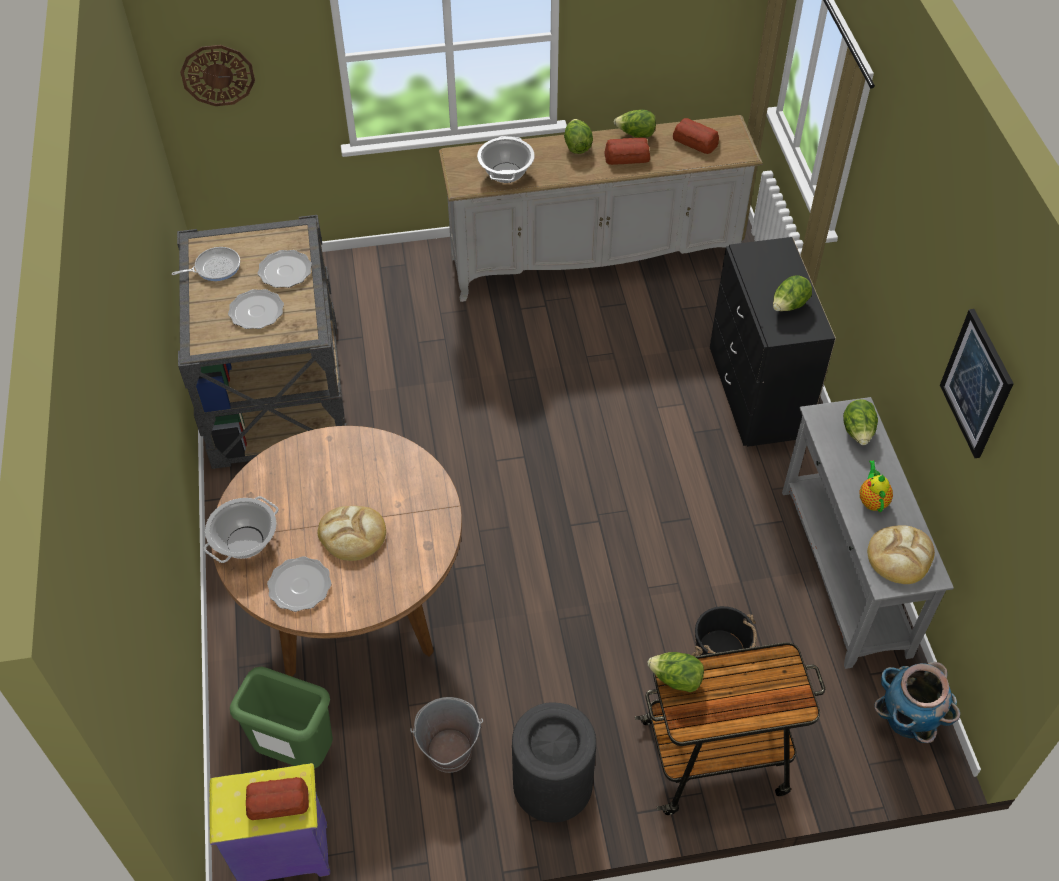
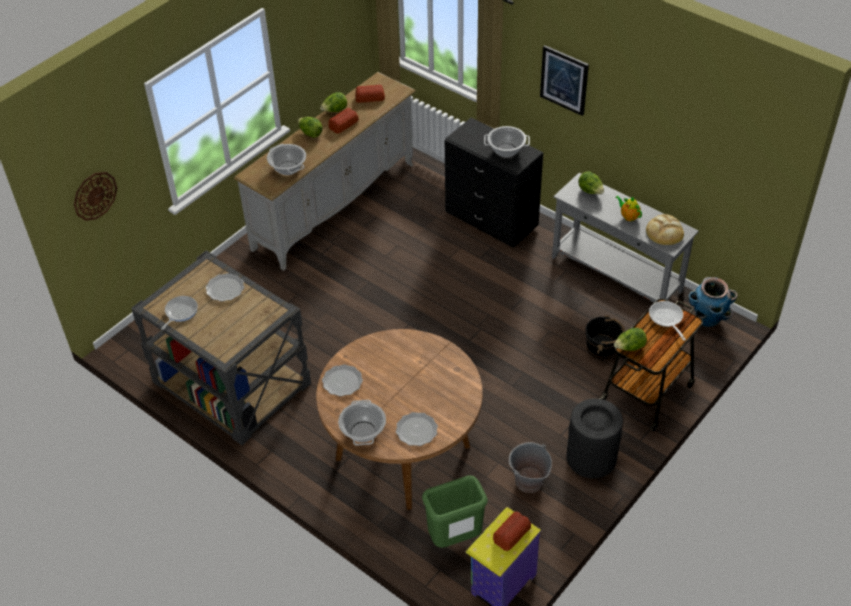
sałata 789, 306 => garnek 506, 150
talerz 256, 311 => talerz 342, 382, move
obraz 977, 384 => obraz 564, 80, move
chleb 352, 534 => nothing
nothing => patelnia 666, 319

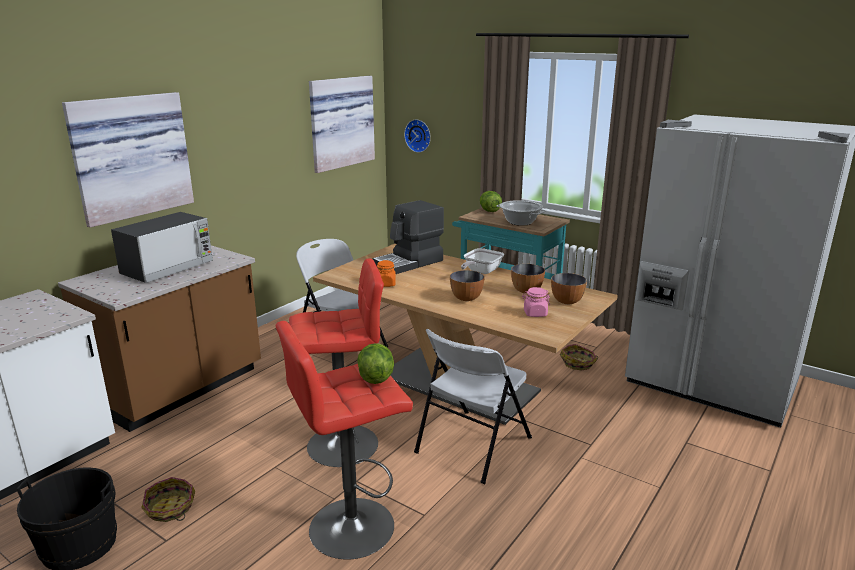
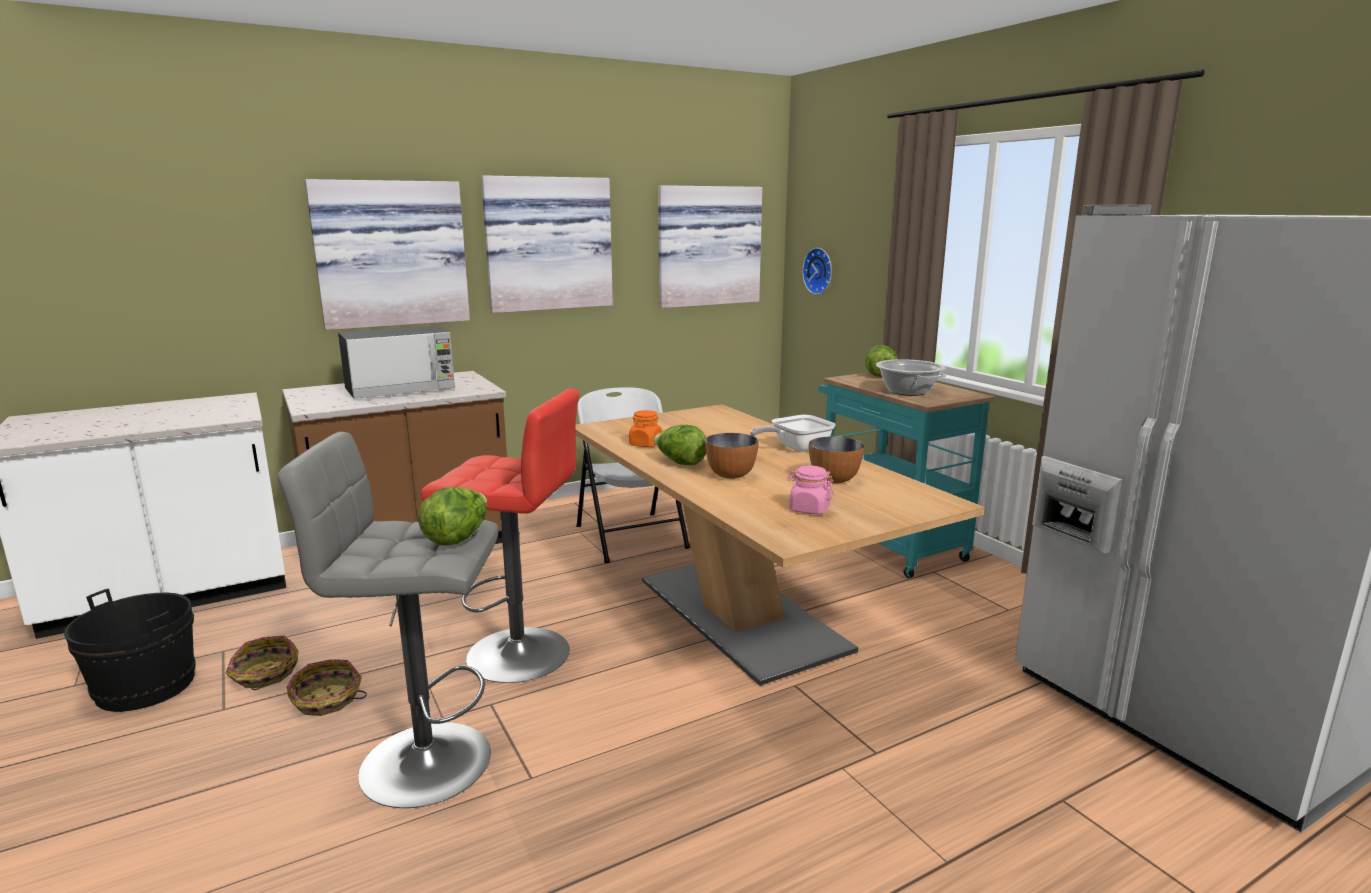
ekspres do kawy 409, 262 => nothing
miska 567, 301 => nothing
stołek (czerwony) 350, 527 => stołek (szary) 425, 762
krzesło (biały) 473, 445 => nothing
koszyk 578, 363 => koszyk 327, 700, move
nothing => obraz 548, 244
nothing => sałata 680, 463

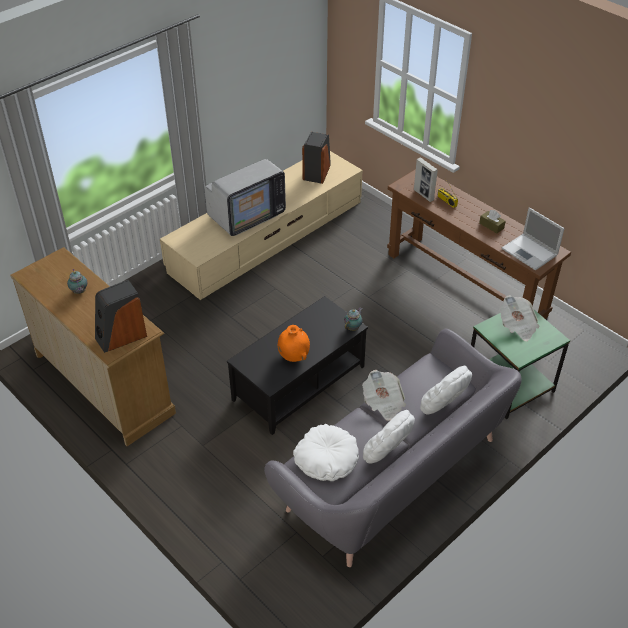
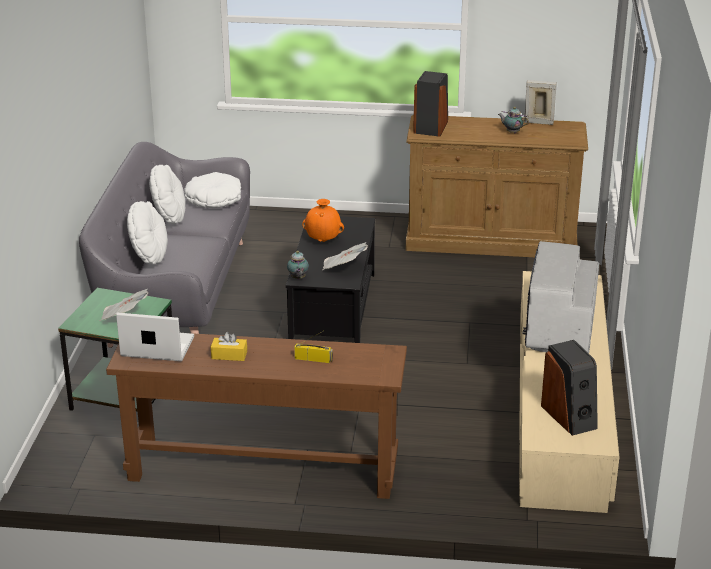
ramka na zdjęcie 423, 195 => ramka na zdjęcie 538, 123, move
pudełko chusteczek (brązowy) 491, 226 => pudełko chusteczek (żółty) 229, 355
gazeta 383, 403 => gazeta 343, 267, move

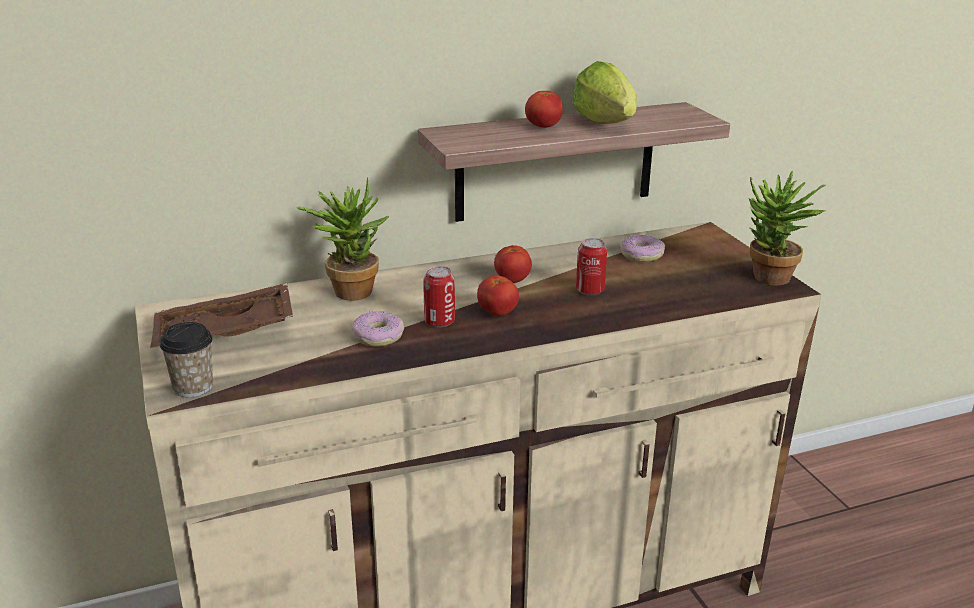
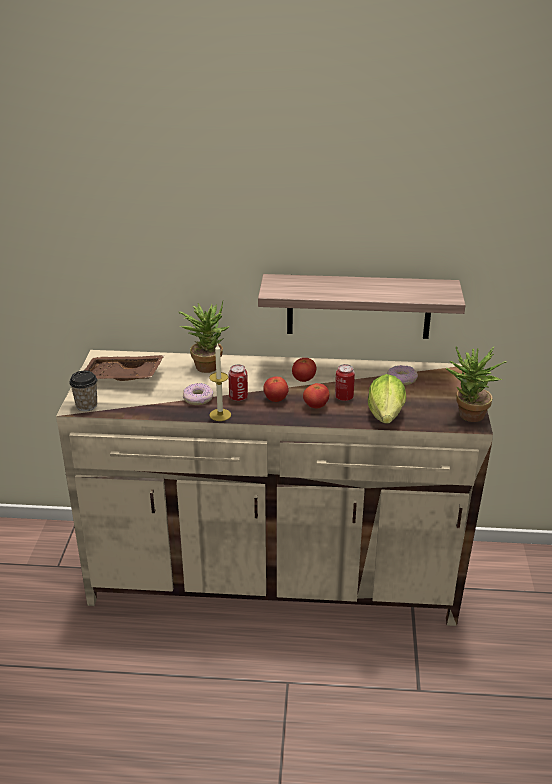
sałata 607, 125 => sałata 385, 418, move
pomidor 543, 127 => pomidor 315, 406, move
nothing => świeca 220, 415

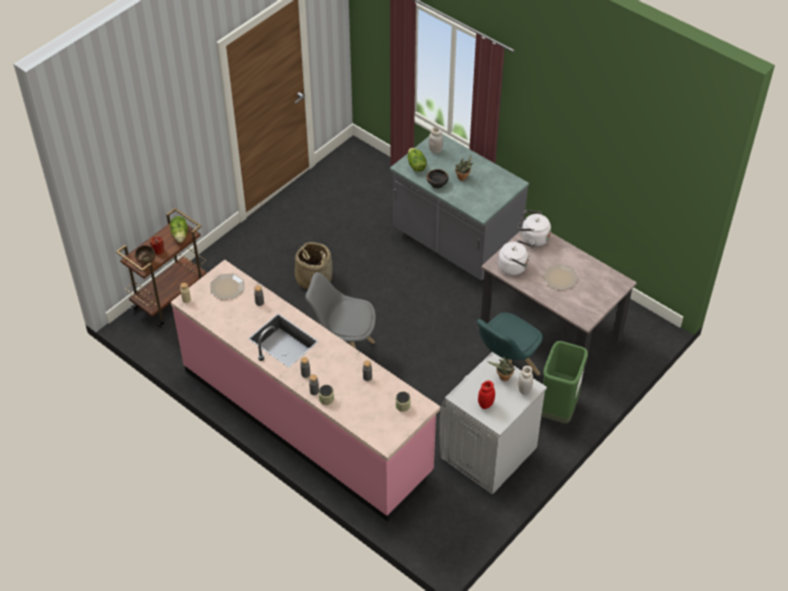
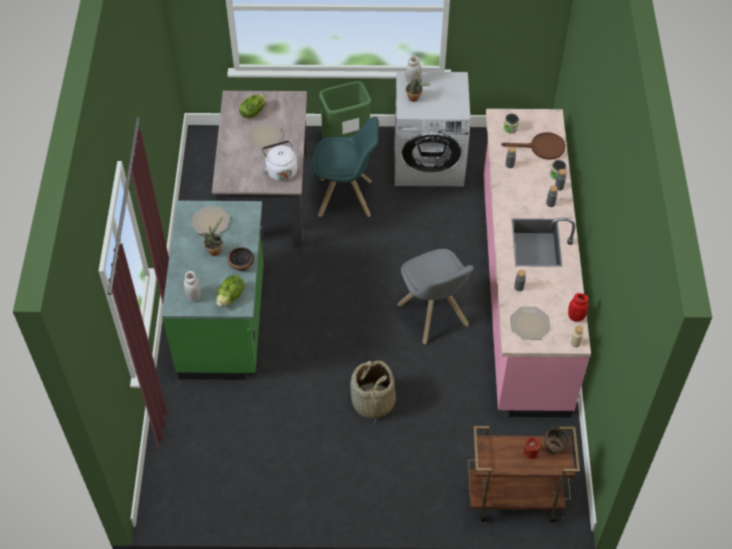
zabudowa kuchenna (szary) 455, 243 => zabudowa kuchenna (zielony) 224, 323
czajnik (biały) 532, 238 => nothing
sałata 180, 234 => sałata 253, 112, move
słoik (czerwony) 485, 404 => słoik (czerwony) 576, 317, move
nothing => patelnia (brązowy) 542, 148
nothing => talerz 211, 221

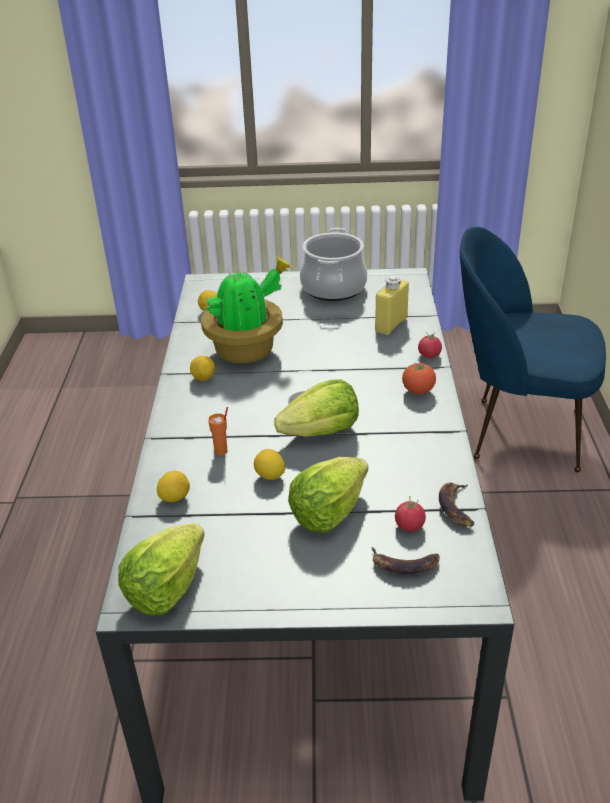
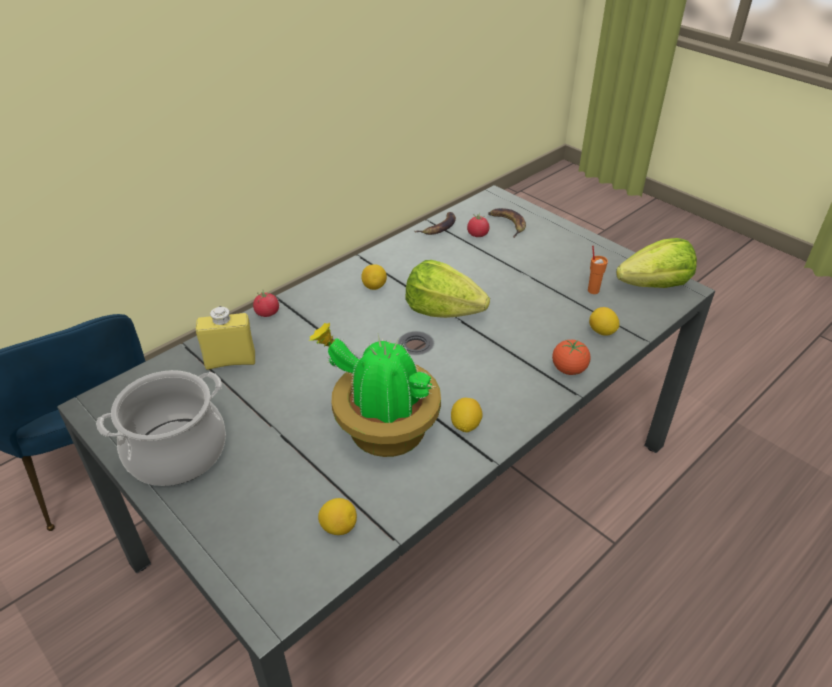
pomidor 418, 391 => pomidor 568, 369, move
filiżanka (pomarańczowy) 221, 451 => filiżanka (pomarańczowy) 593, 290, move
cytryna 270, 476 => cytryna 374, 287, move
sałata 328, 512 => nothing

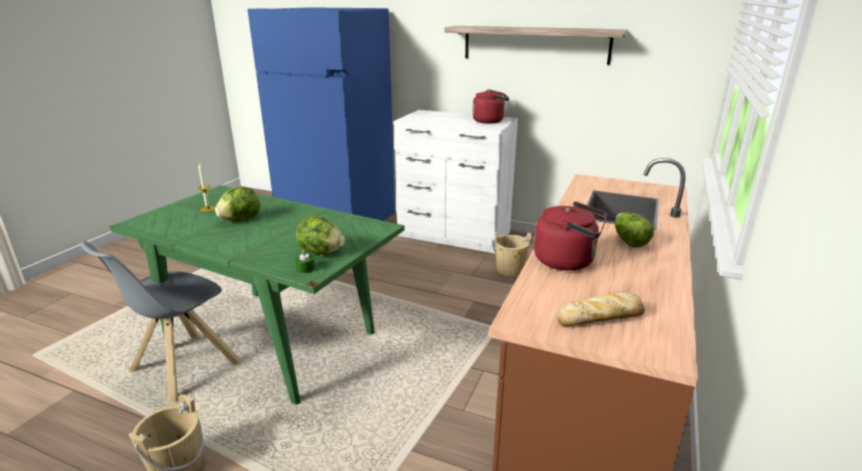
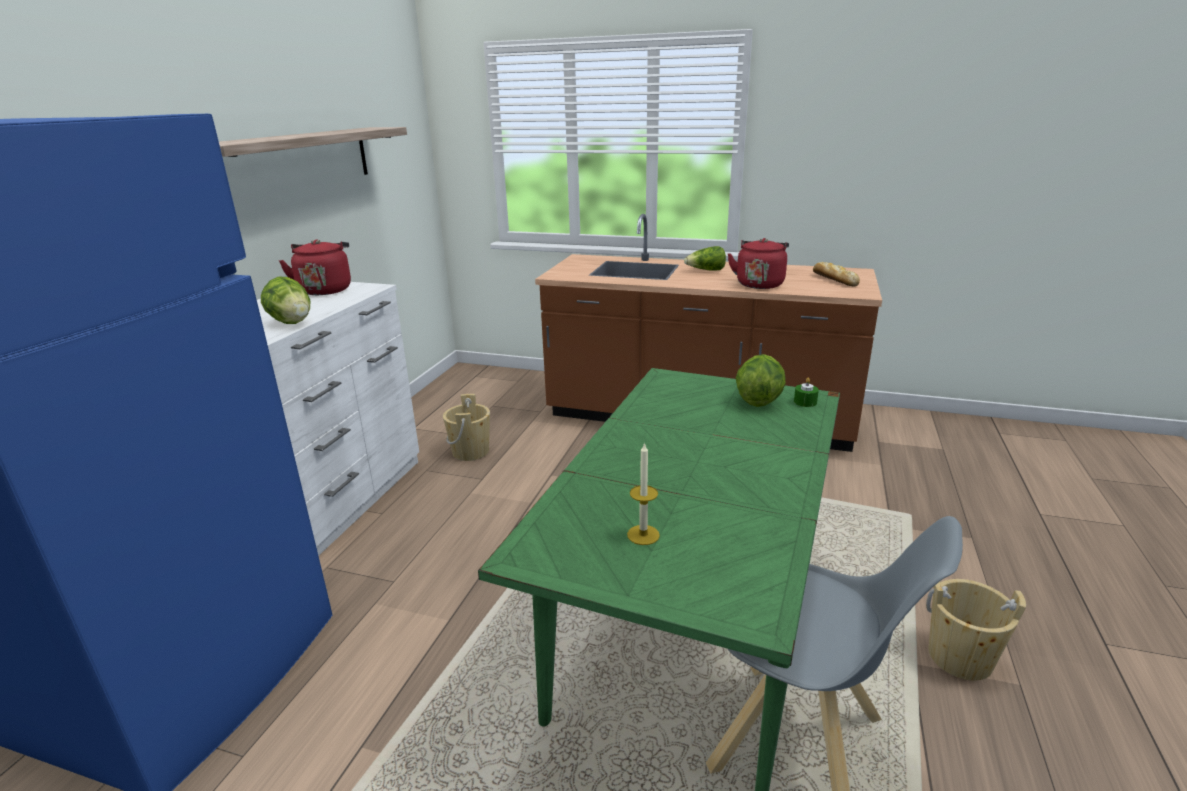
sałata 240, 219 => sałata 292, 322, move

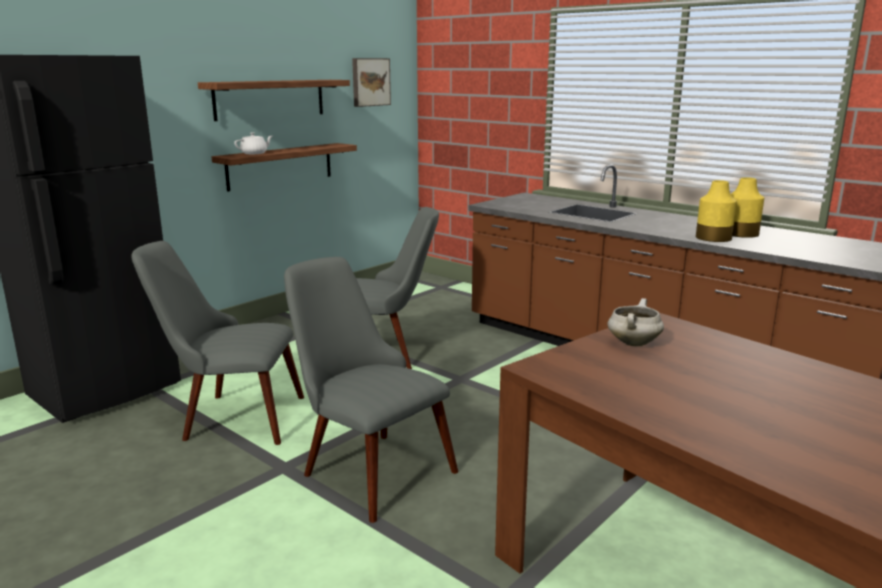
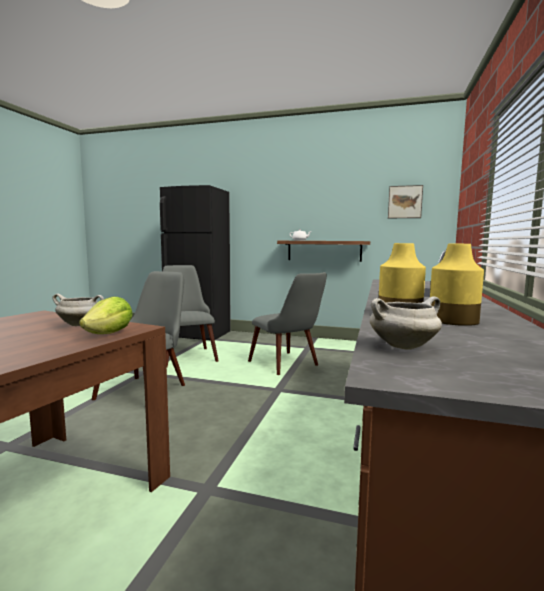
półka 270, 99 => nothing
nothing => garnek (biały) 403, 346
nothing => sałata 110, 333

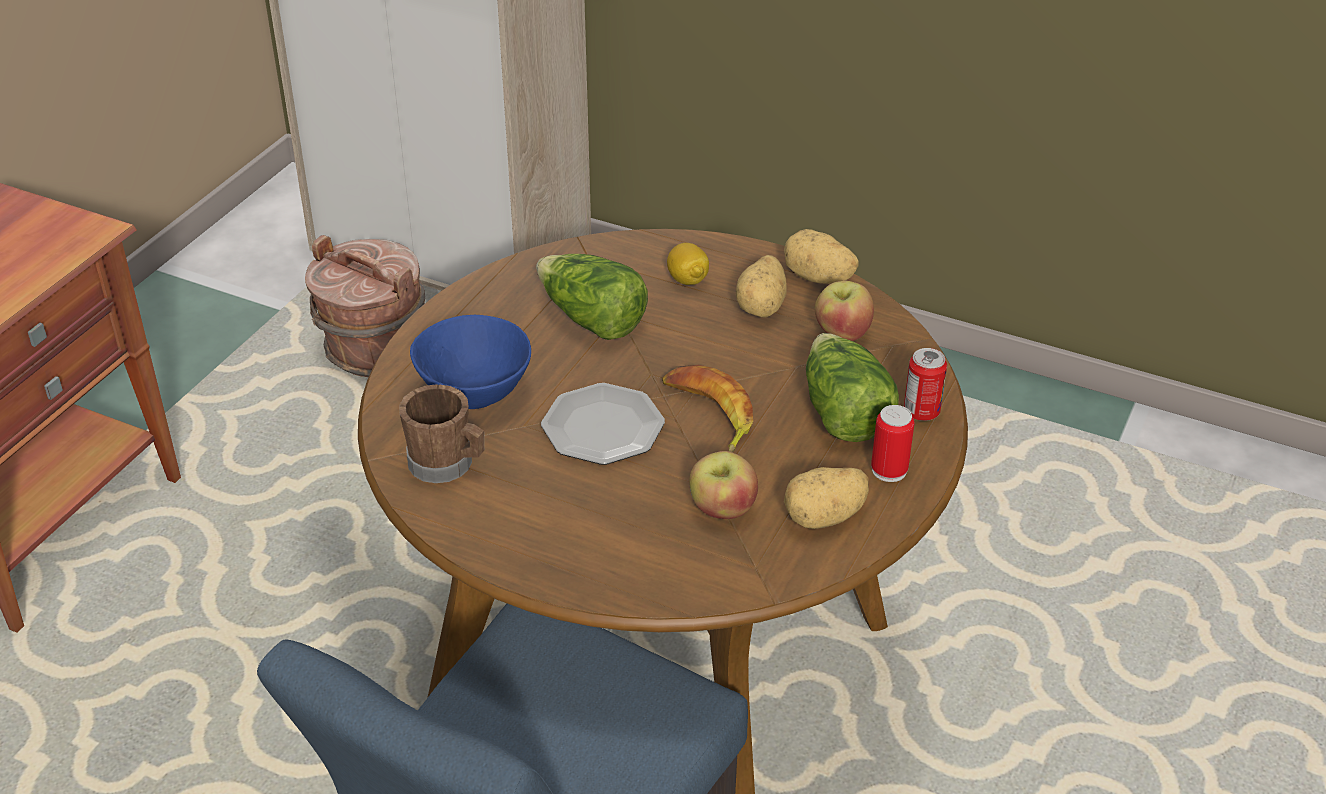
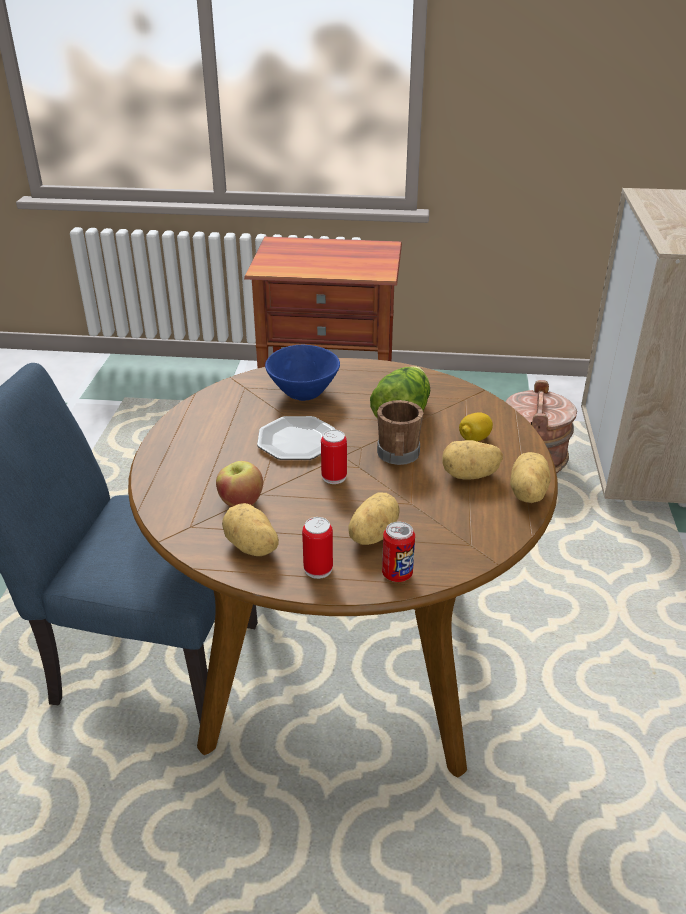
jabłko 842, 333 => nothing
sałata 842, 413 => ziemniak 371, 535
banan 708, 414 => puszka 334, 477
kubek (brązowy) 447, 465 => kubek (brązowy) 398, 456, move

